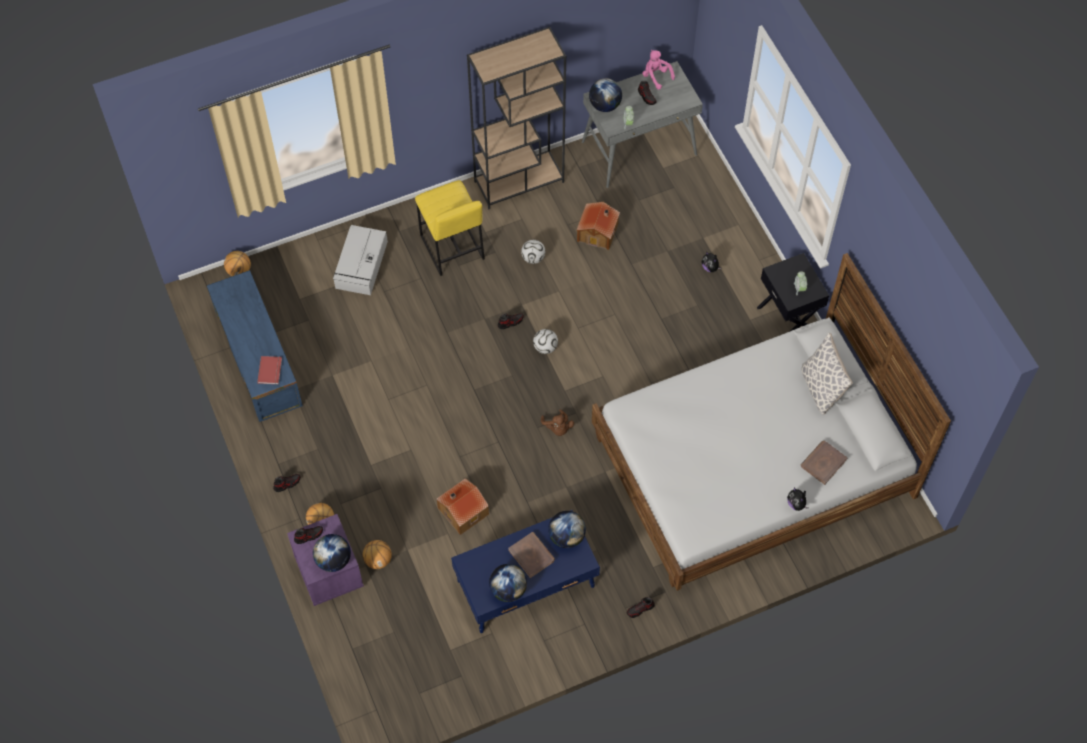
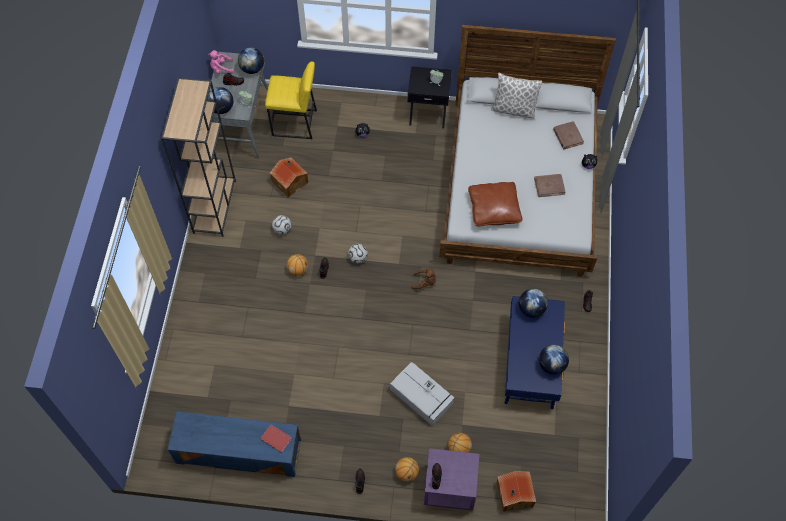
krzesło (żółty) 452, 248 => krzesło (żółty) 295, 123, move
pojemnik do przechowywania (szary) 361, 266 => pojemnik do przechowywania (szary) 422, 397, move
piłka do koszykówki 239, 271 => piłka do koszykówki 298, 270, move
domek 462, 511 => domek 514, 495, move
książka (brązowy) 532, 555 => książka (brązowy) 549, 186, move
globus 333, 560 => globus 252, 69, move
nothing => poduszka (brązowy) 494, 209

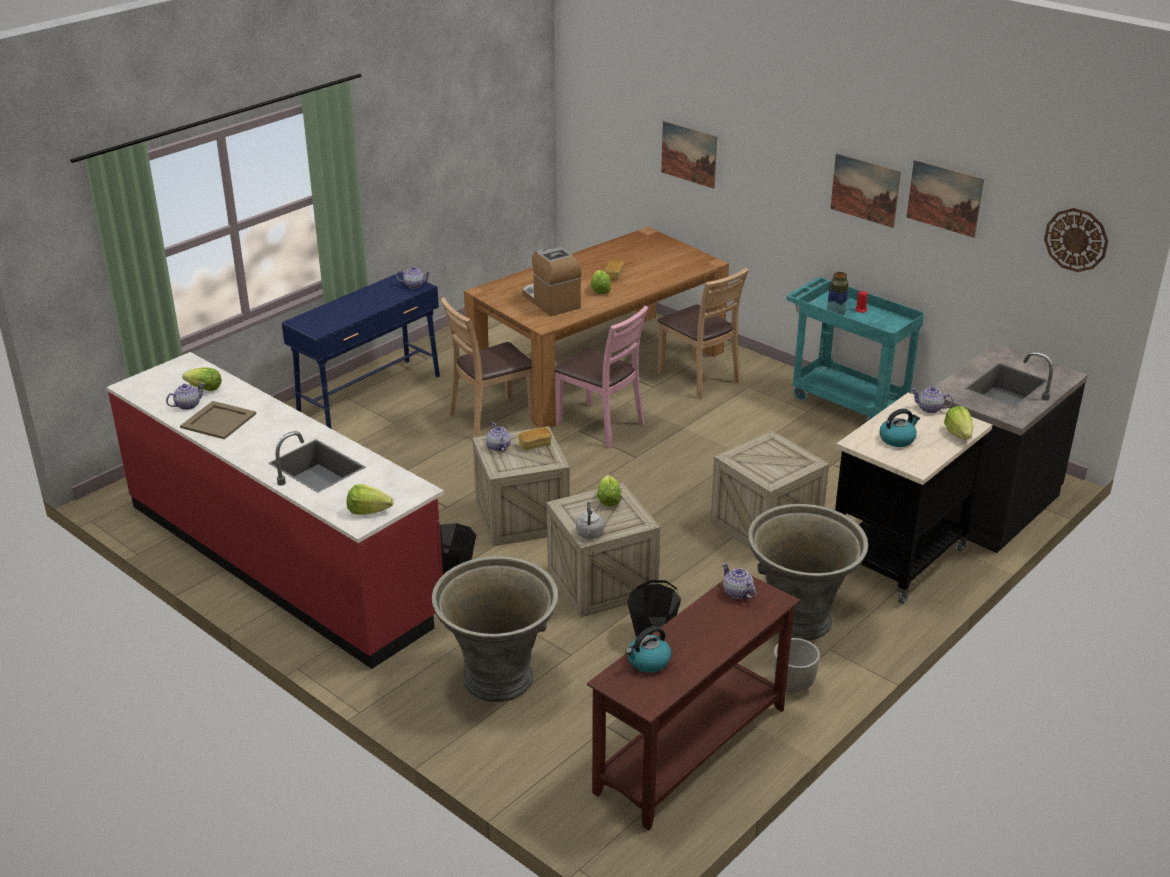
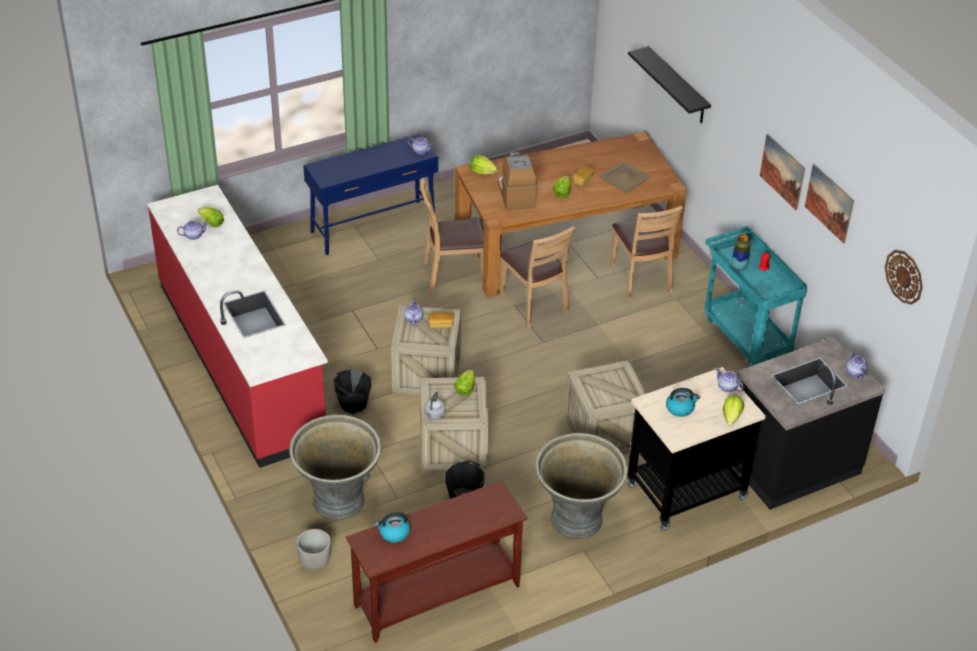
obraz 689, 154 => półka (czarny) 677, 86
krzesło (różowy) 600, 425 => krzesło (brązowy) 534, 304
taca (beżowy) 217, 421 => taca (beżowy) 624, 177, move
sałata 368, 511 => sałata 482, 172, move
imbryk 737, 593 => imbryk 855, 373, move
donica (szary) 793, 685 => donica (szary) 314, 562, move

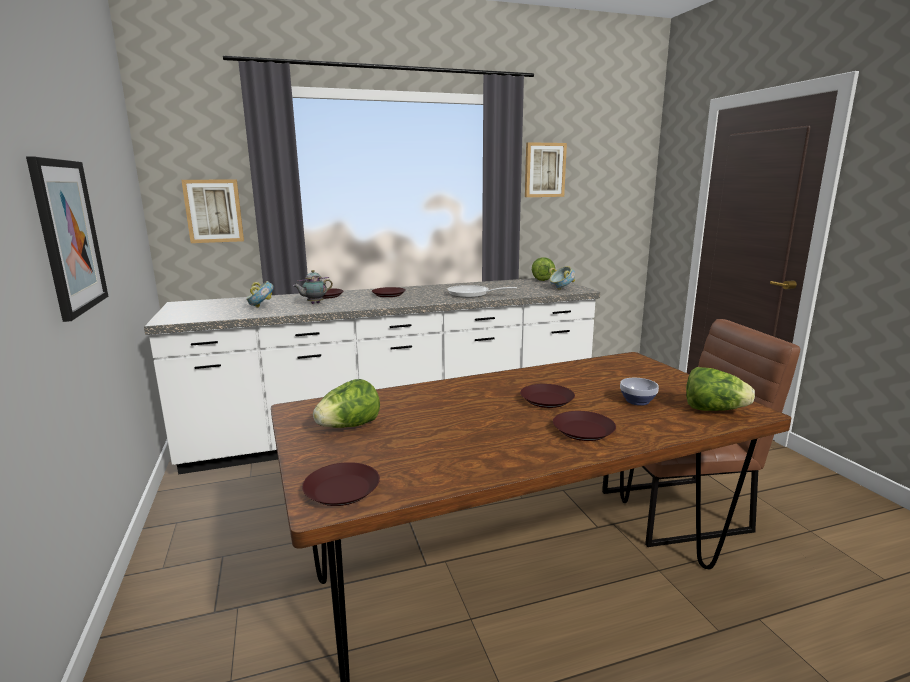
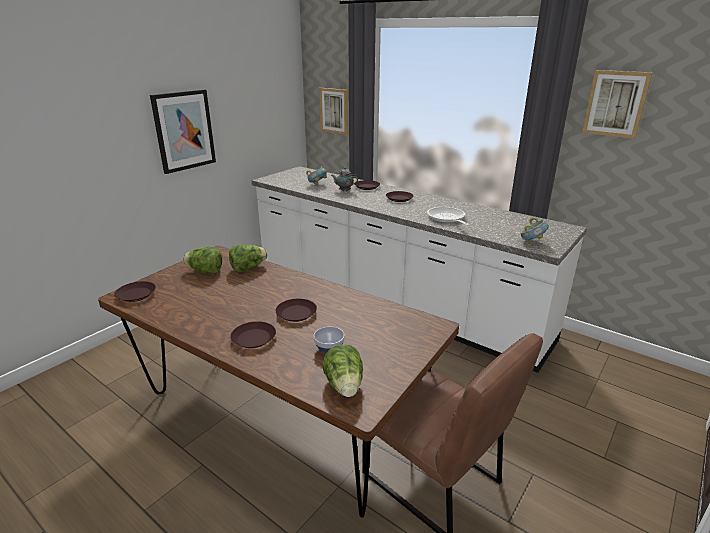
sałata 542, 279 => sałata 248, 268, move

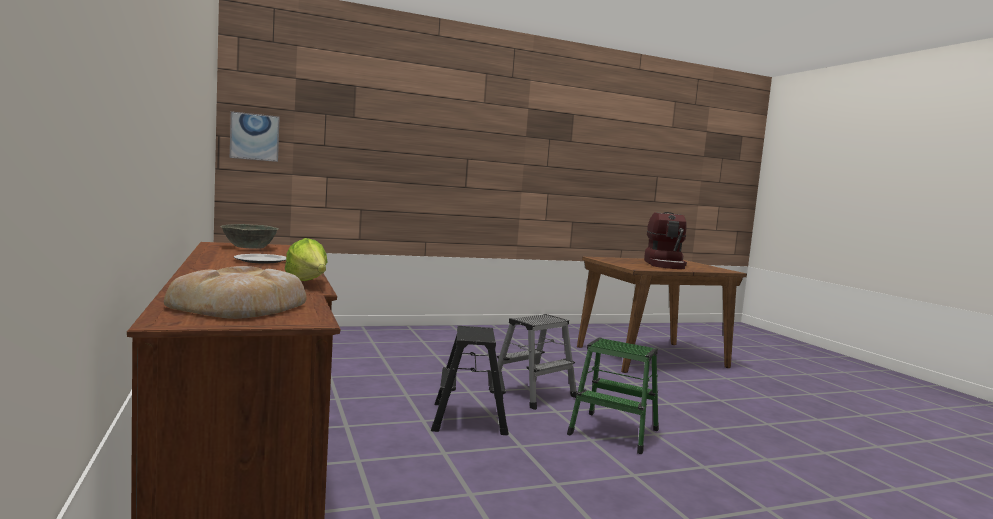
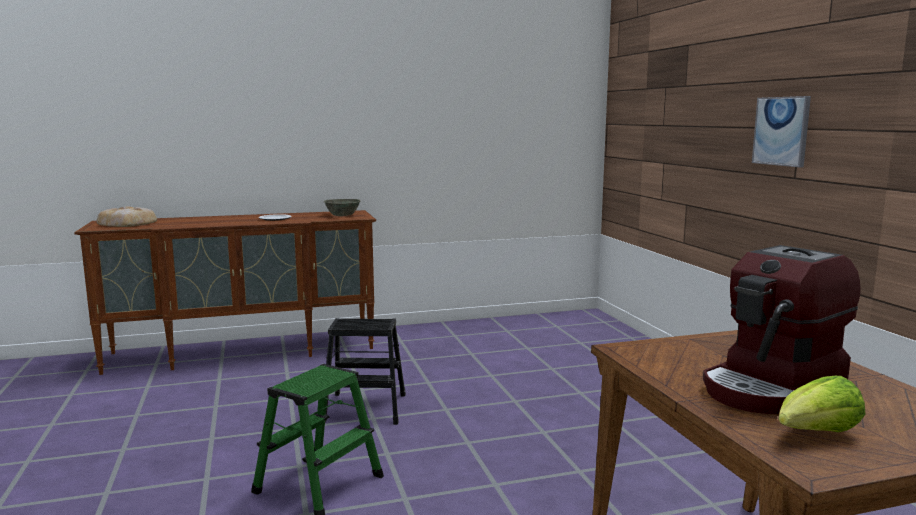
obraz 254, 137 => obraz 781, 131, move
ekspres do kawy 665, 265 => ekspres do kawy 774, 387, 45 degrees counterclockwise
sałata 308, 283 => sałata 816, 434, move
drabinka (szary) 533, 393 => nothing

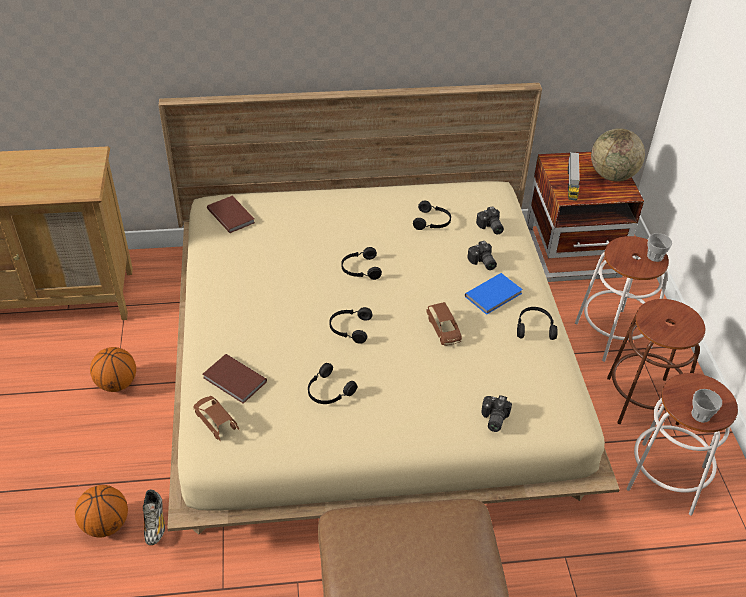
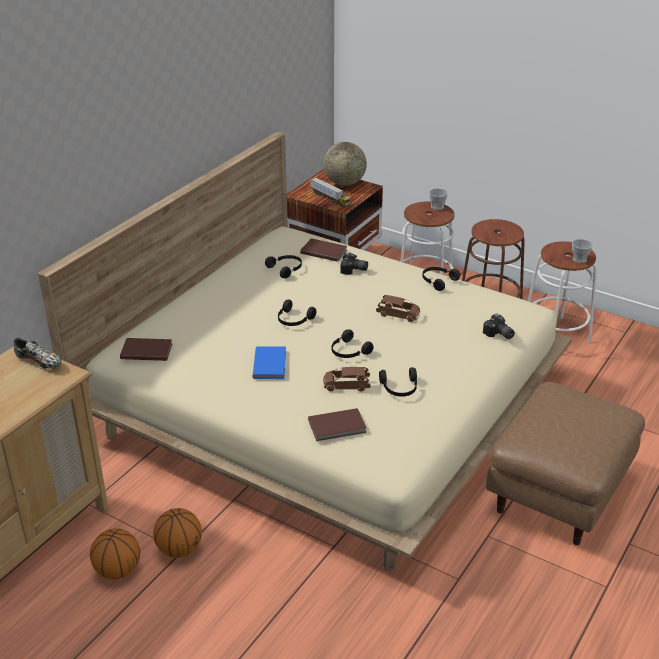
aparat fotograficzny 490, 227 => książka (brązowy) 323, 251
książka (niebieski) 494, 295 => książka (niebieski) 271, 364, move
samochodzik (brązowy) 216, 422 => samochodzik (brązowy) 346, 386, move
piłka do koszykówki 106, 524 => piłka do koszykówki 118, 570, move
but 154, 523 => but 39, 362, move

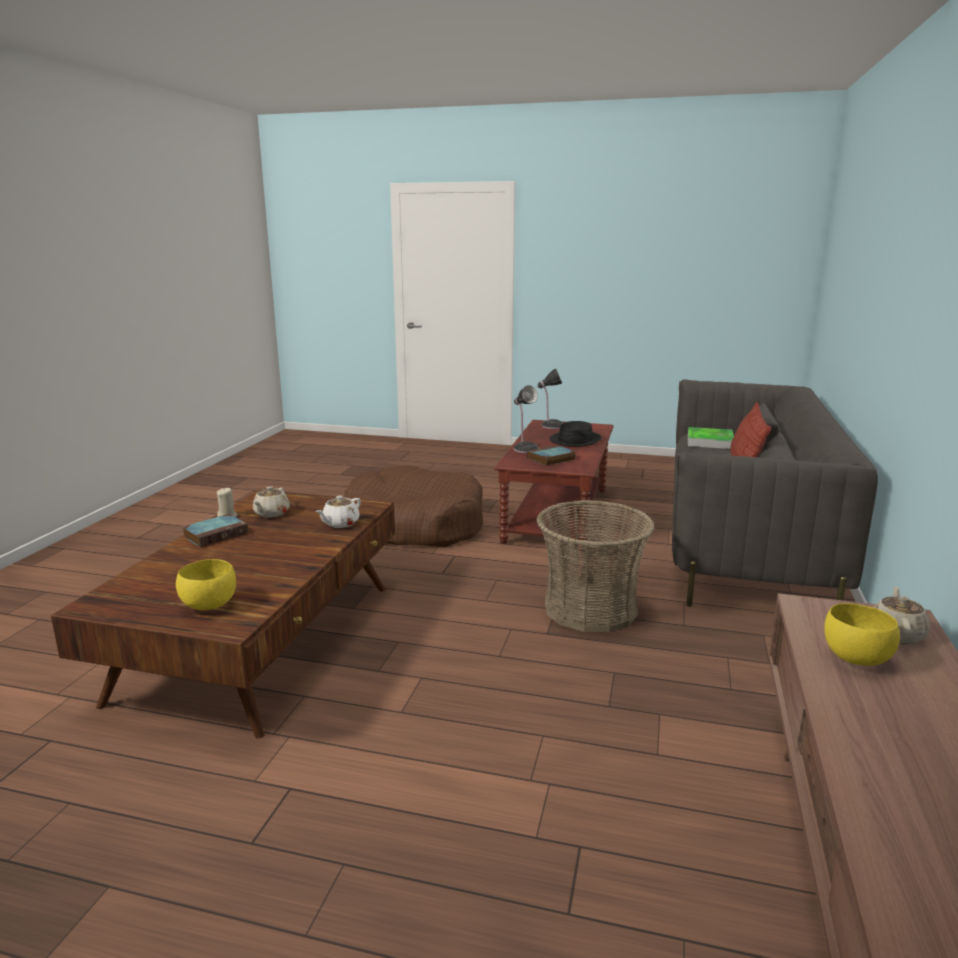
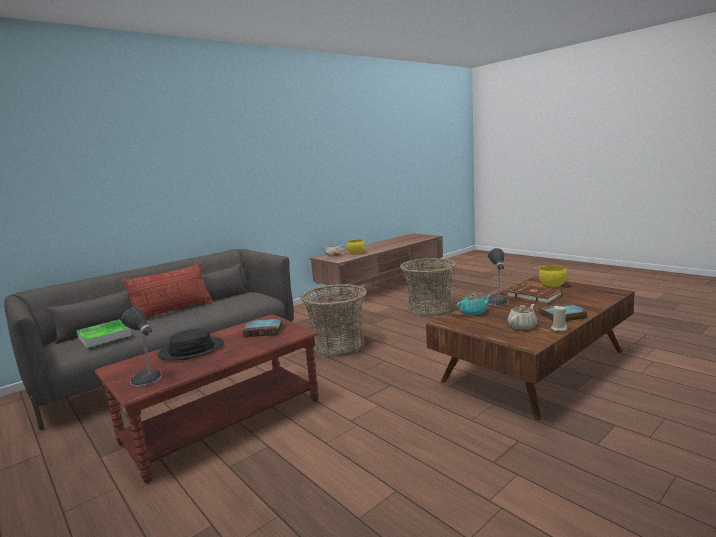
lampa stołowa 525, 449 => lampa stołowa 496, 303, move
legowisko (brązowy) 414, 525 => nothing
imbryk (biały) 340, 524 => imbryk (turkusowy) 474, 312
nothing => koszyk 429, 309
nothing => książka (brązowy) 534, 296

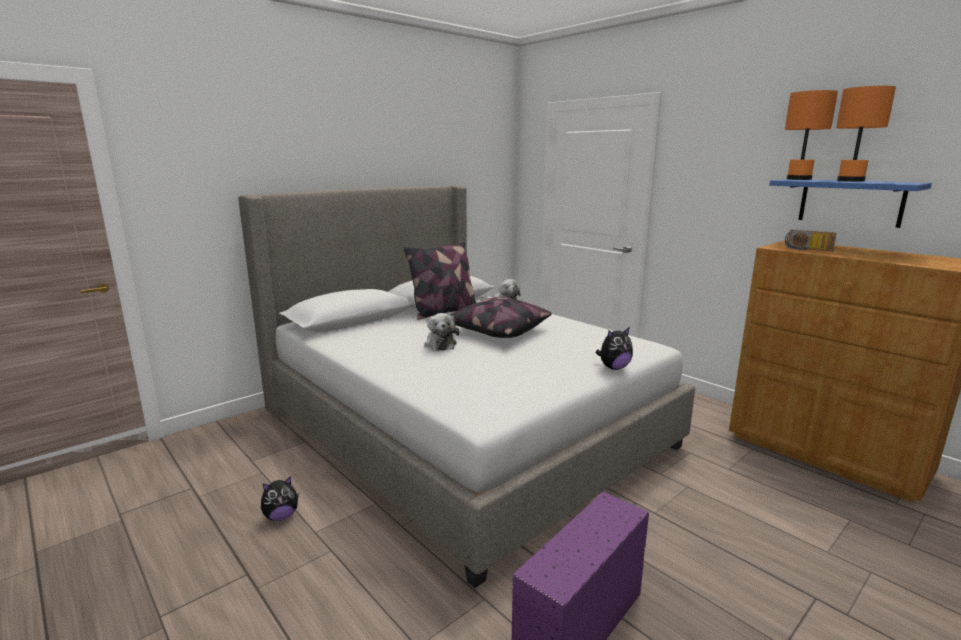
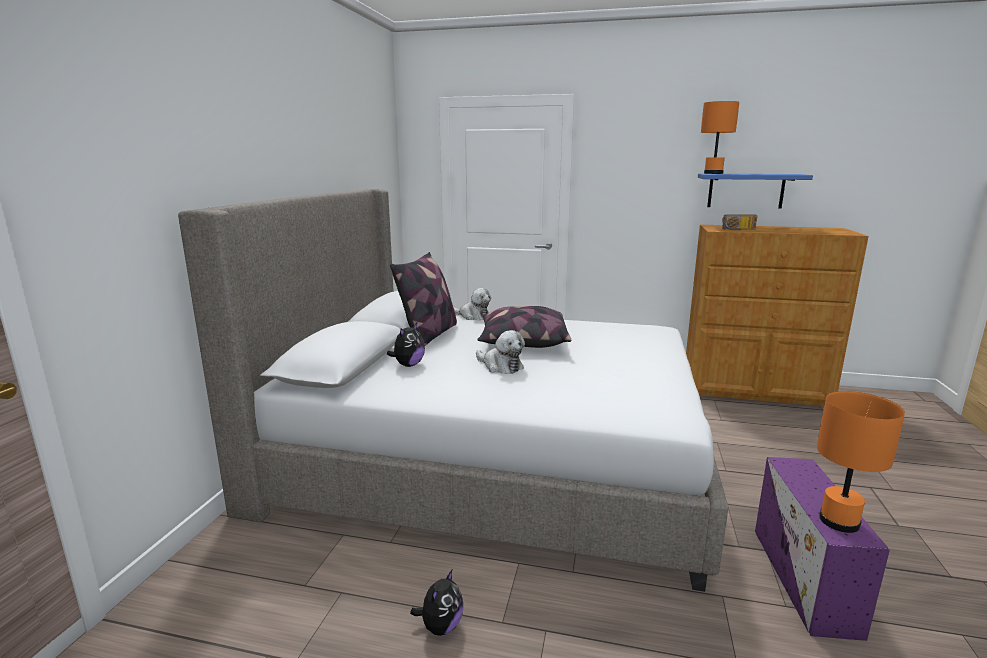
lampa stołowa (pomarańczowy) 850, 180 => lampa stołowa (pomarańczowy) 838, 521, move
pluszak 614, 367 => pluszak 408, 365, move

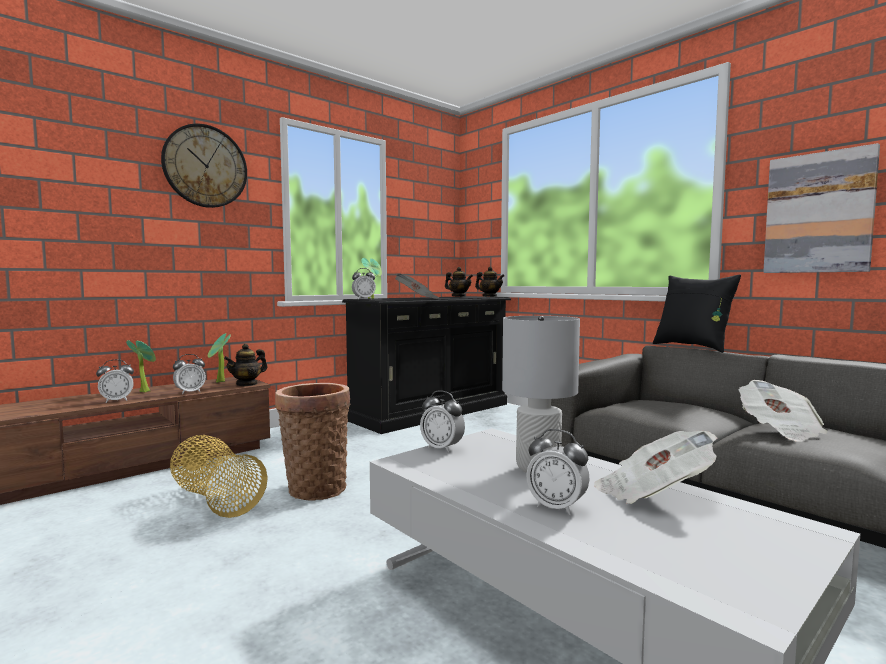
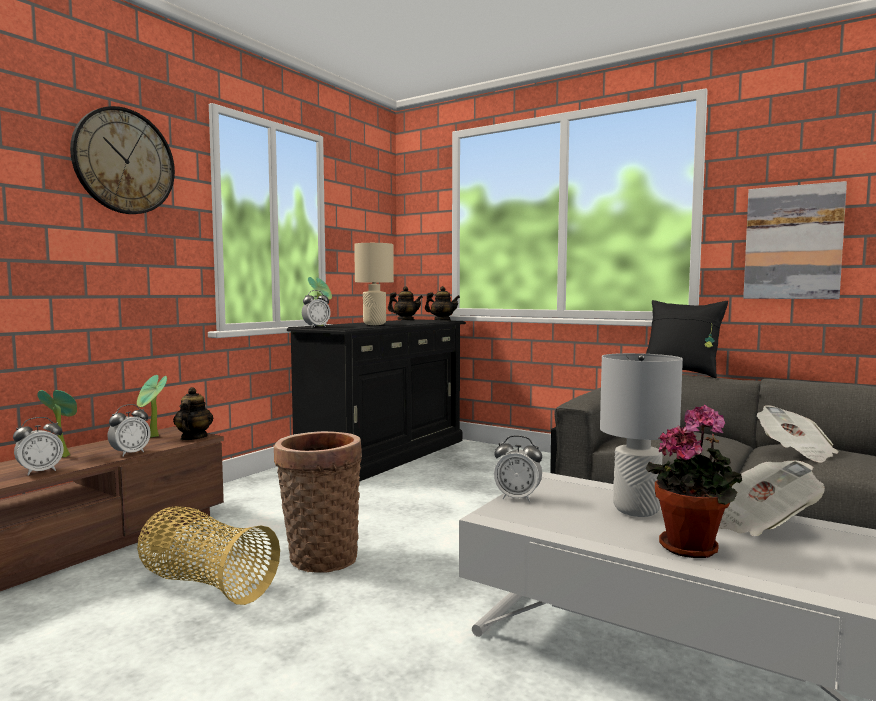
gazeta 417, 298 => lampa stołowa (beżowy) 374, 325
imbryk 247, 384 => imbryk 193, 438, 150 degrees clockwise
budzik 557, 507 => roślina doniczkowa 693, 547

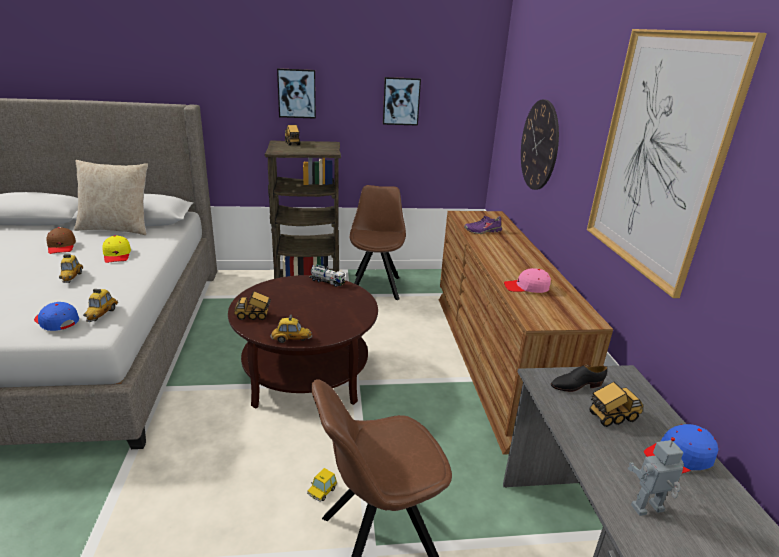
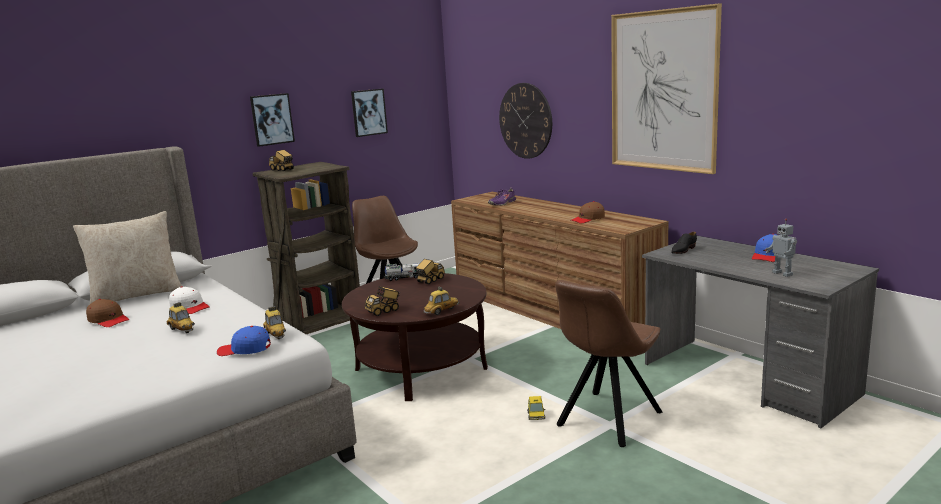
czapka z daszkiem (żółty) 117, 255 => czapka z daszkiem (biały) 190, 307
czapka z daszkiem (różowy) 526, 287 => czapka z daszkiem (brązowy) 588, 219
ciężarówka zabawkowa 611, 417 => ciężarówka zabawkowa 430, 280, move
robot zabawkowy 648, 509 => robot zabawkowy 783, 273, 75 degrees counterclockwise

